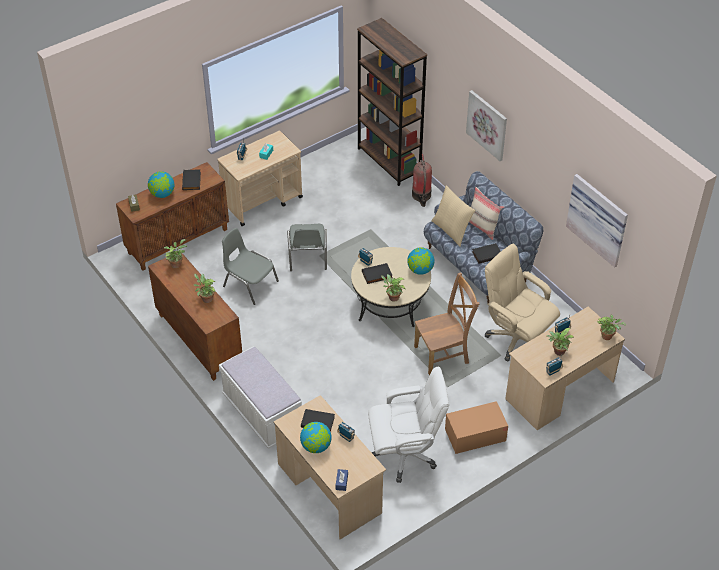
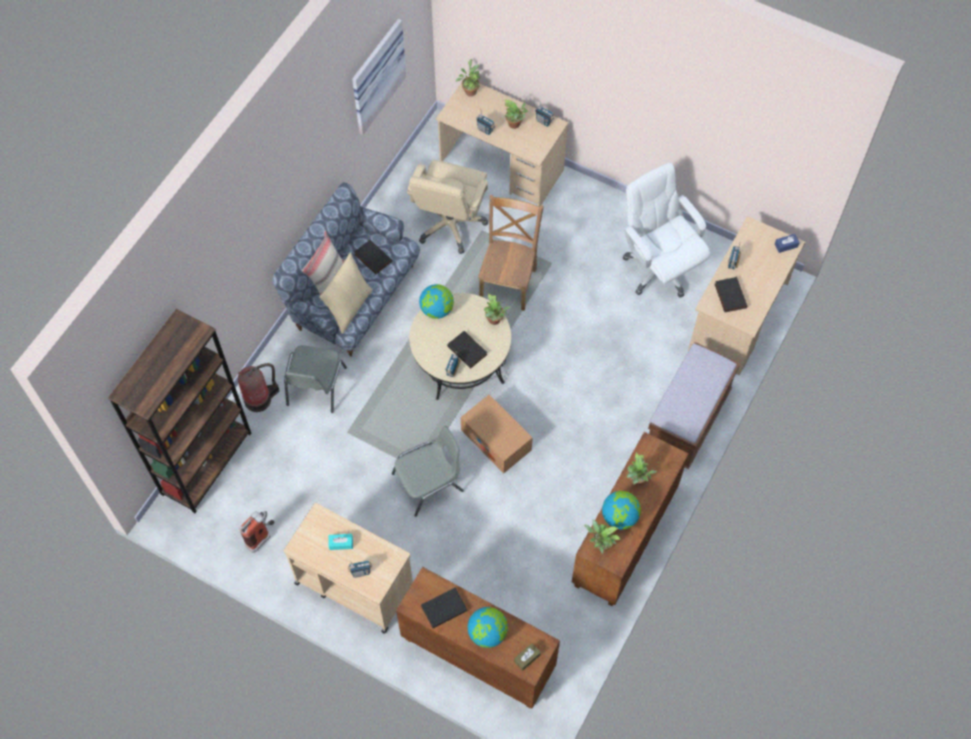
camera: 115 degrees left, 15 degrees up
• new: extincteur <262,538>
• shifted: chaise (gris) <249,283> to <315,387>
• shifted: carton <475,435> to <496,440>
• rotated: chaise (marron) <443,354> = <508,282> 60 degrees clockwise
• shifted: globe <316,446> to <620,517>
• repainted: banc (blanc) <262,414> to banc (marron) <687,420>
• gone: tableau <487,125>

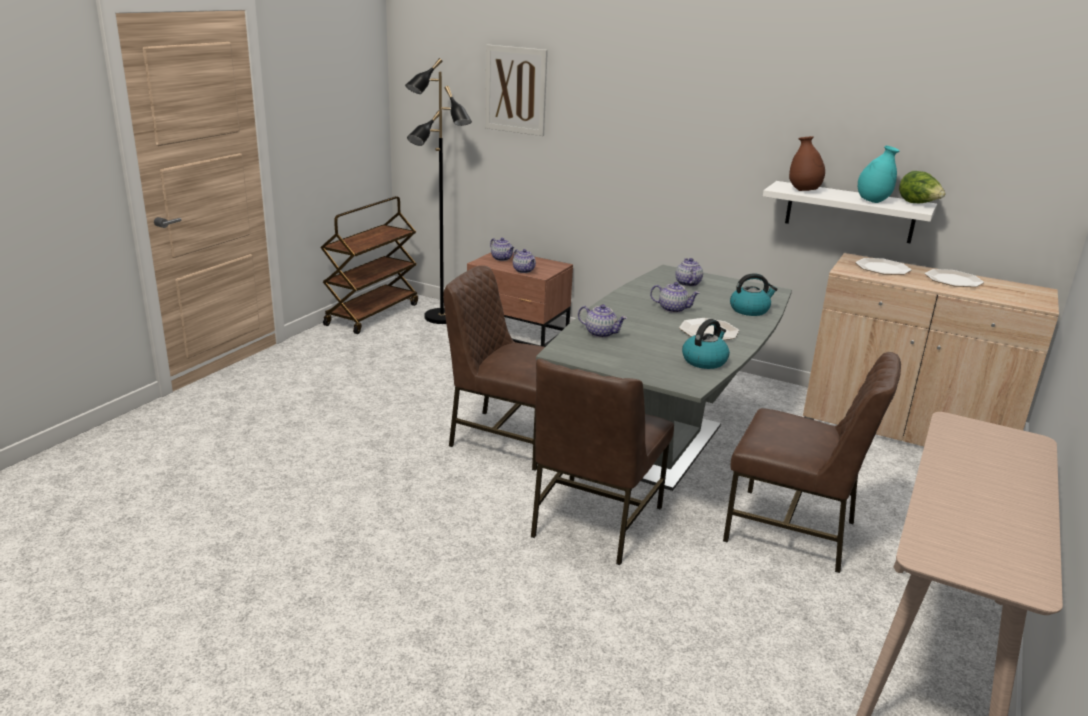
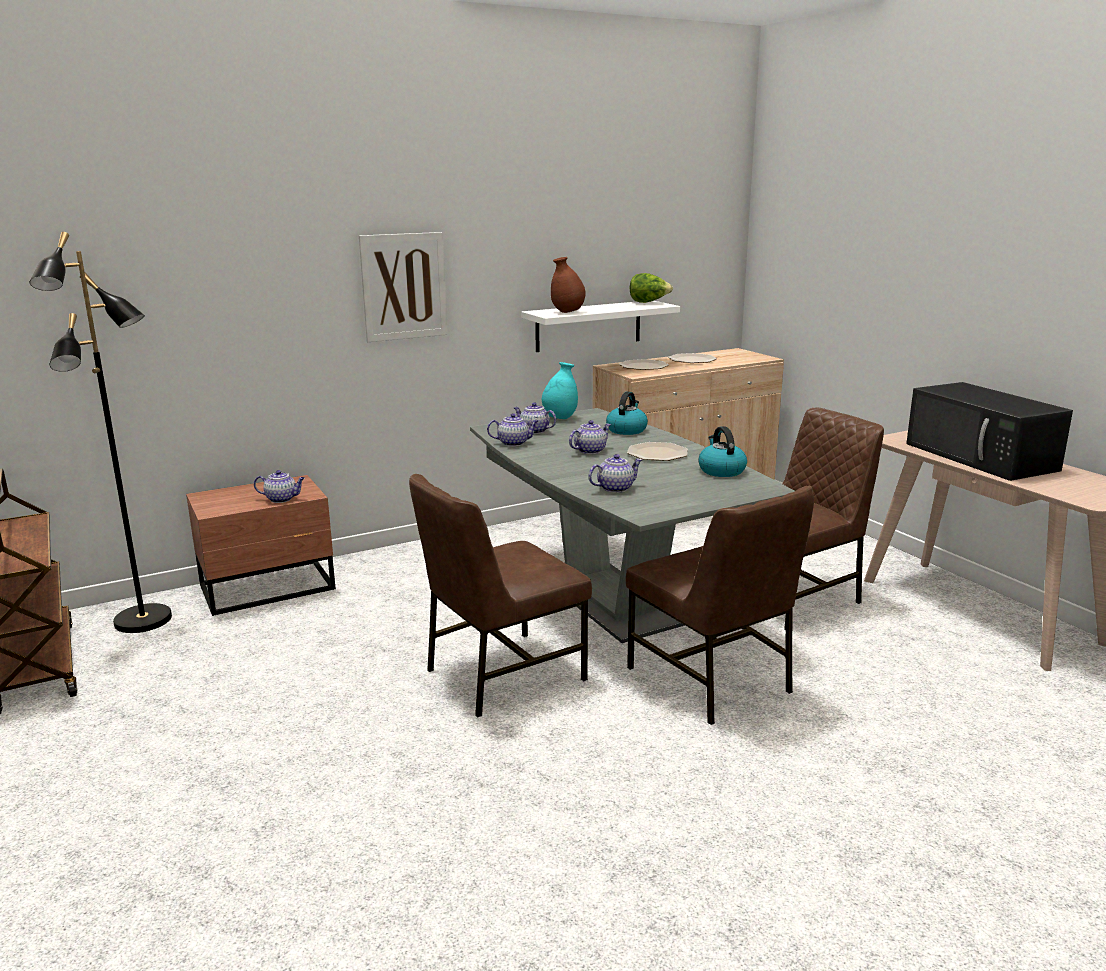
camera: 55 degrees left, 5 degrees down
• shifted: tableau <516,90> to <404,286>
• shifted: théière <502,258> to <514,443>
• shifted: vase (turquoise) <872,201> to <560,418>
• new: micro-ondes (noir) <982,457>

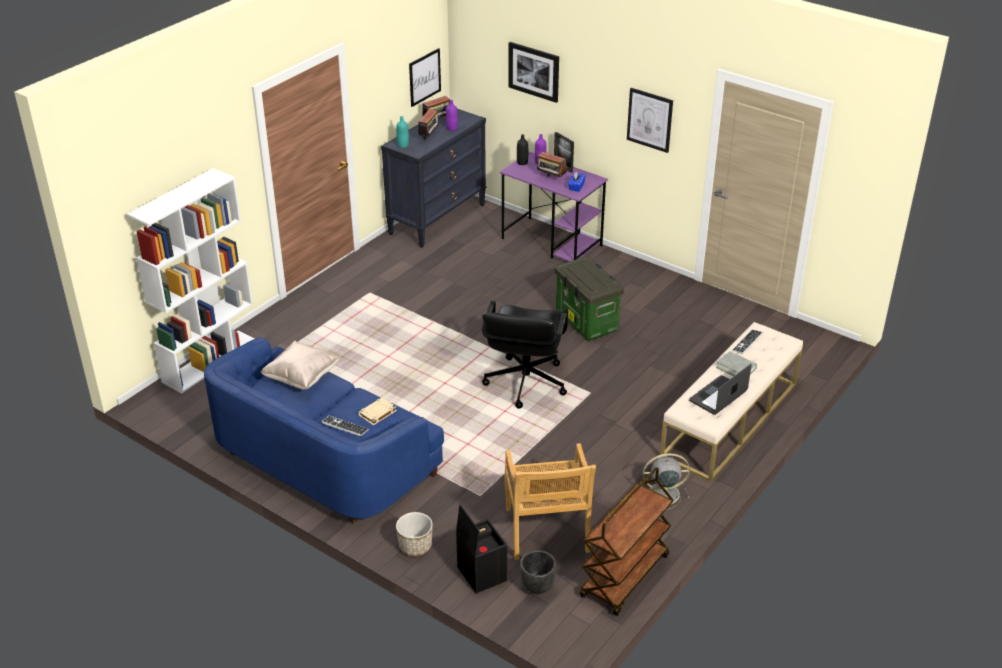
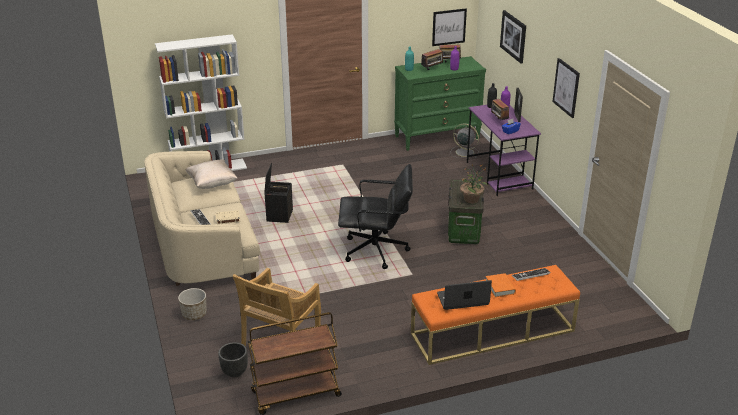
camera: 35 degrees right, 5 degrees down
• repainted: canapé (bleu) <323,459> to canapé (beige) <203,244>
• shifted: boîte de rangement (noir) <480,573> to <279,215>
• rotated: chaise de bureau (noir) <525,382> = <376,251> 135 degrees counterclockwise
• repainted: commode (noir) <437,219> to commode (vert) <437,137>
• repainted: banc (beige) <730,420> to banc (orange) <492,332>
• shifted: ventilateur (gris) <662,494> to <464,152>
• new: plante en pot <471,199>
• repainted: livre (gris) <736,368> to livre (orange) <500,287>

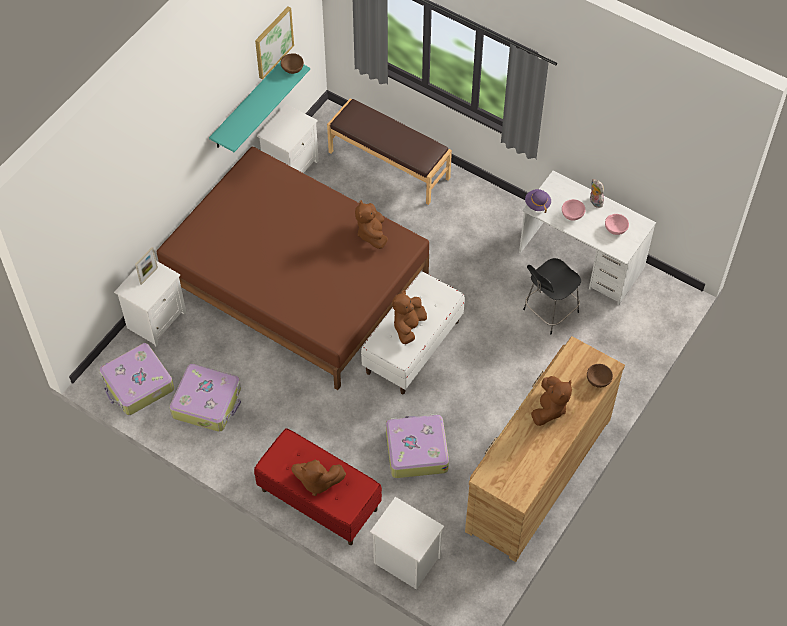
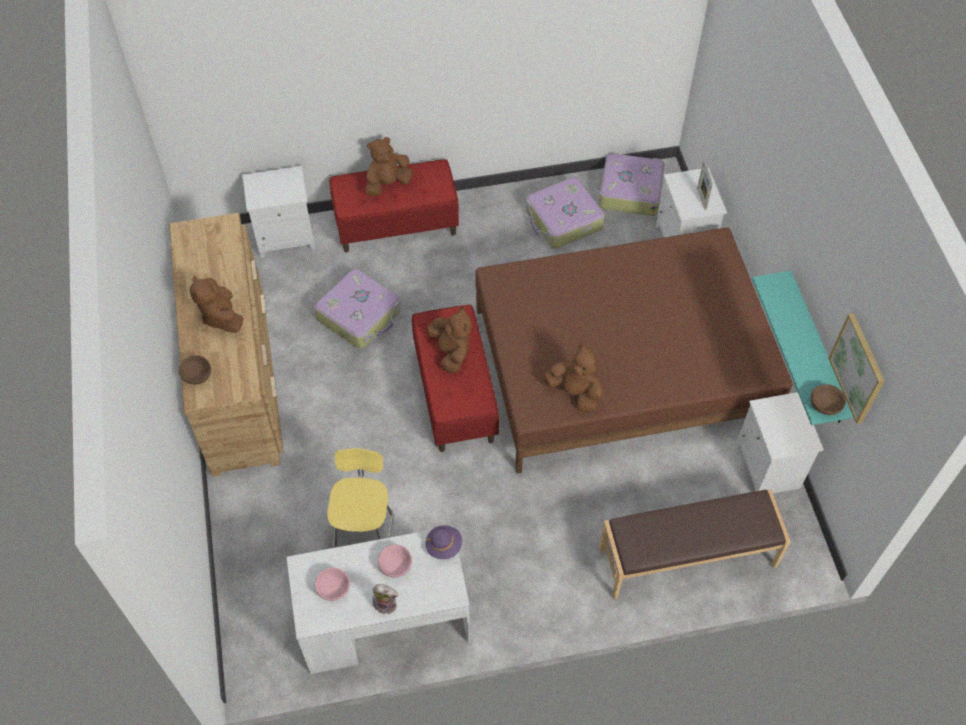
camera: 135 degrees right, 0 degrees up
• repainted: tabouret (noir) <549,312> to tabouret (jaune) <364,535>
• repainted: banc (blanc) <412,346> to banc (rouge) <455,394>

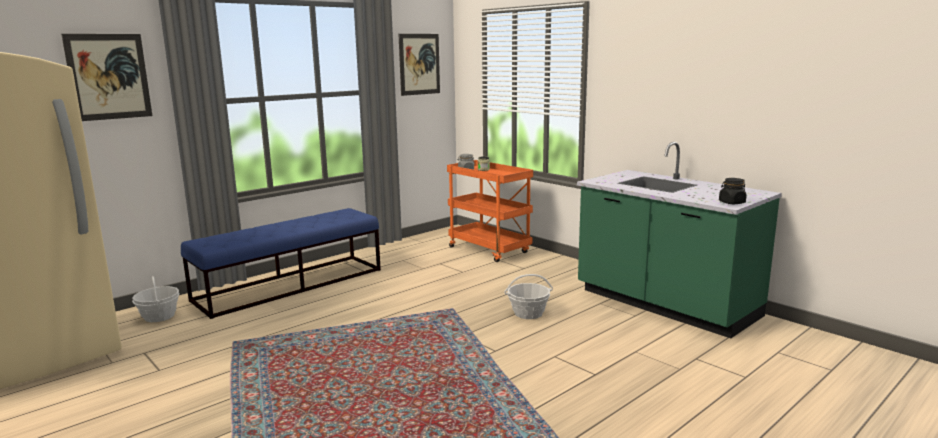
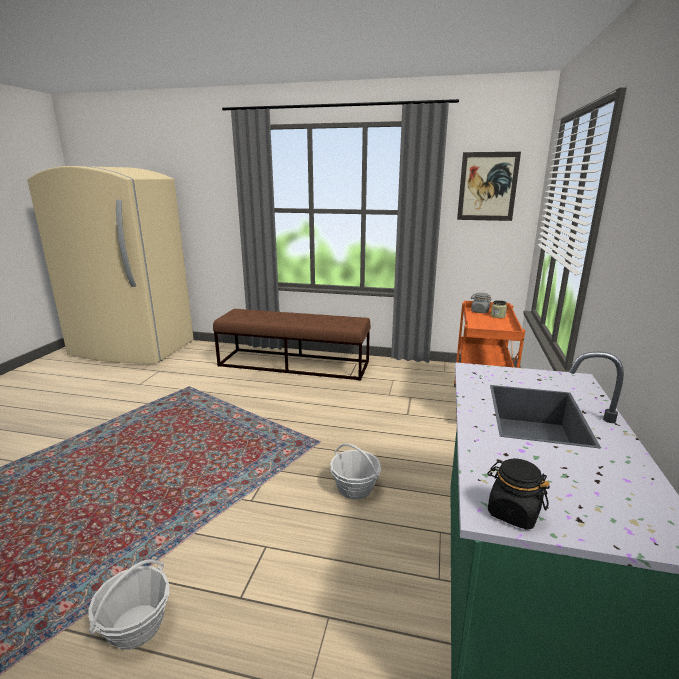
camera: 55 degrees right, 5 degrees up
• shifted: panier <159,316> to <136,626>
• repainted: banc (bleu) <291,284> to banc (marron) <294,364>
• gone: tableau <109,77>

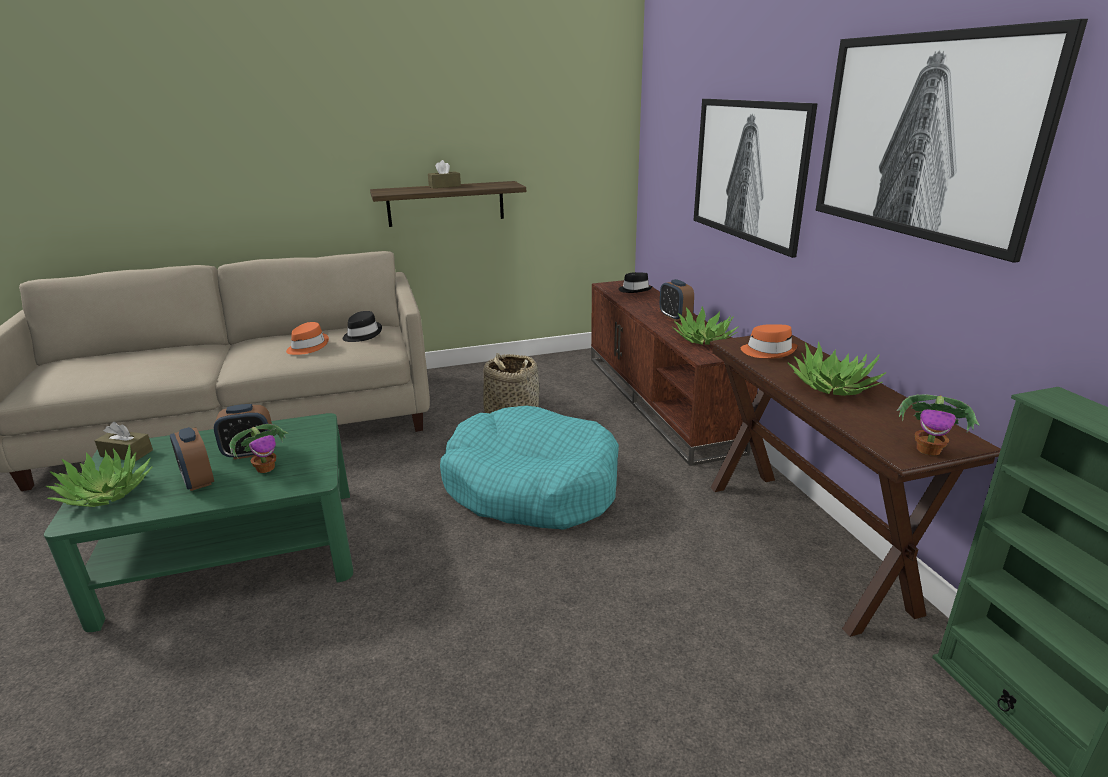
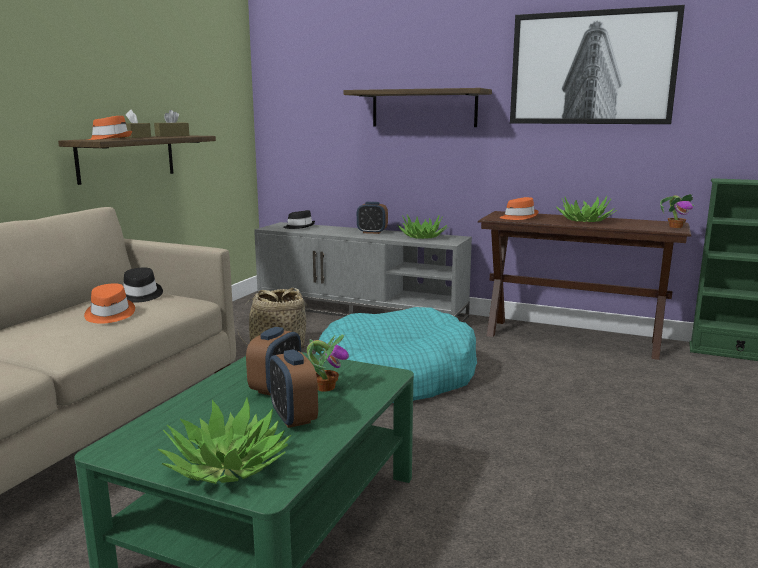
camera: 50 degrees left, 10 degrees down
• new: chapeau (orange) <110,139>
• shifted: boîte à mouchoirs (marron) <126,453> to <172,136>
• repainted: meuble télé (marron) <660,401> to meuble télé (gris) <362,310>
• rotated: réveil <198,481> = <293,417> 60 degrees clockwise
• swapped: tableau <747,171> to étagère <424,108>

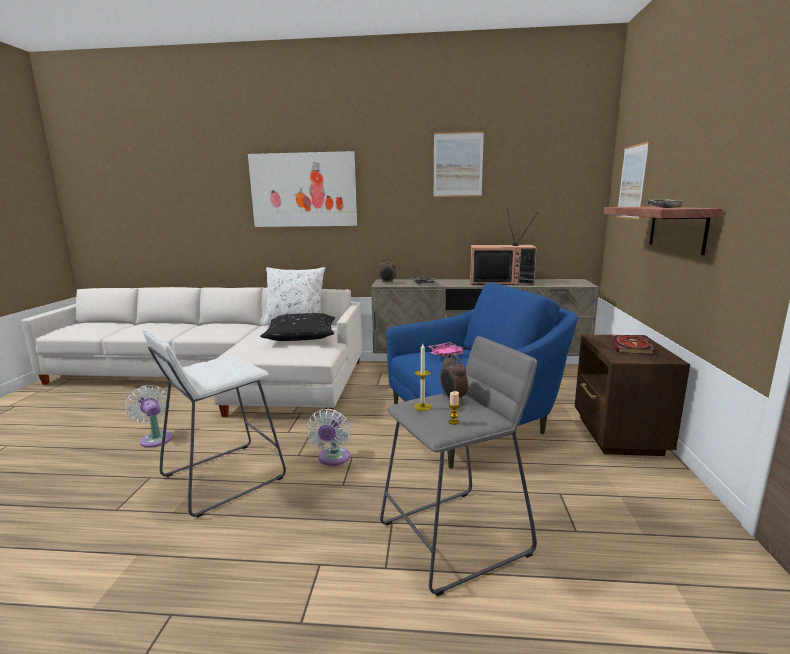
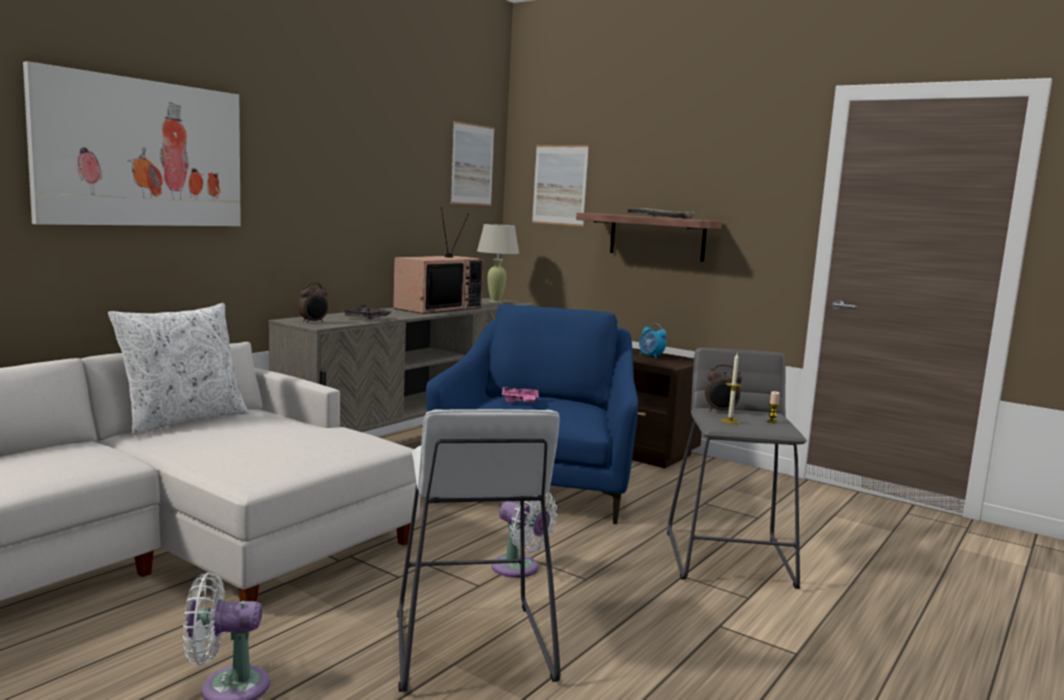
camera: 60 degrees left, 5 degrees down
• shifted: tableau <458,165> to <472,164>
• new: lampe de table (beige) <495,301>
• swapped: livre <632,347> to réveil <651,357>
• gone: coussin (noir) <301,336>

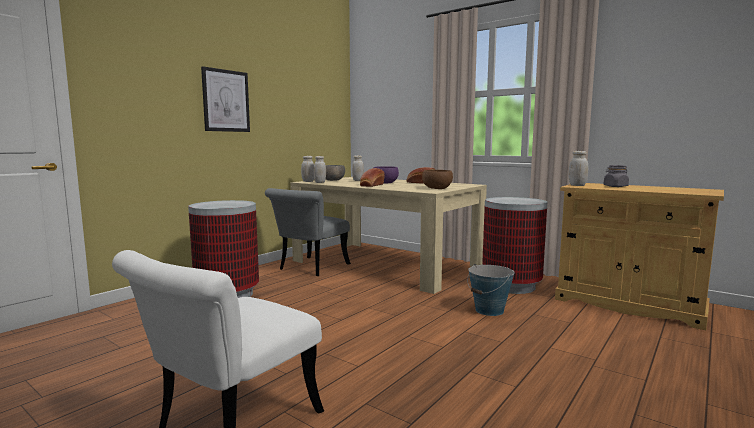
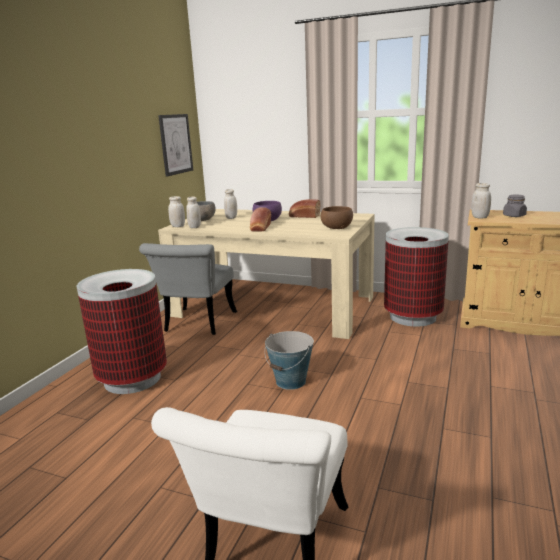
camera: 15 degrees left, 10 degrees up
• shifted: tableau <226,101> to <175,144>
• shifted: seau <489,310> to <291,381>

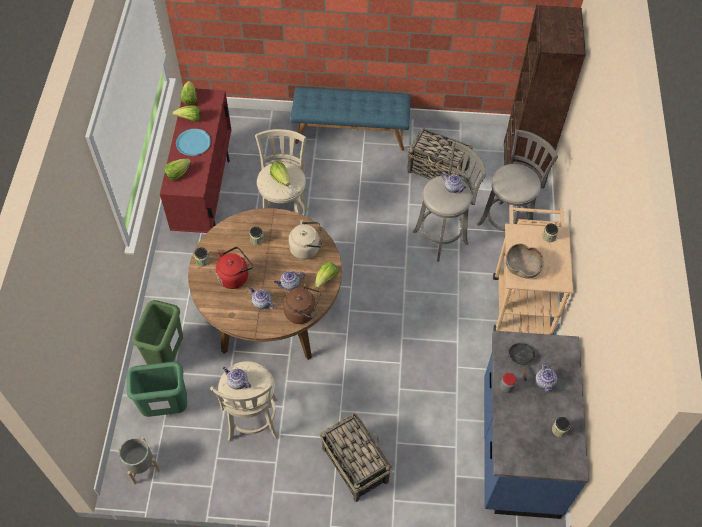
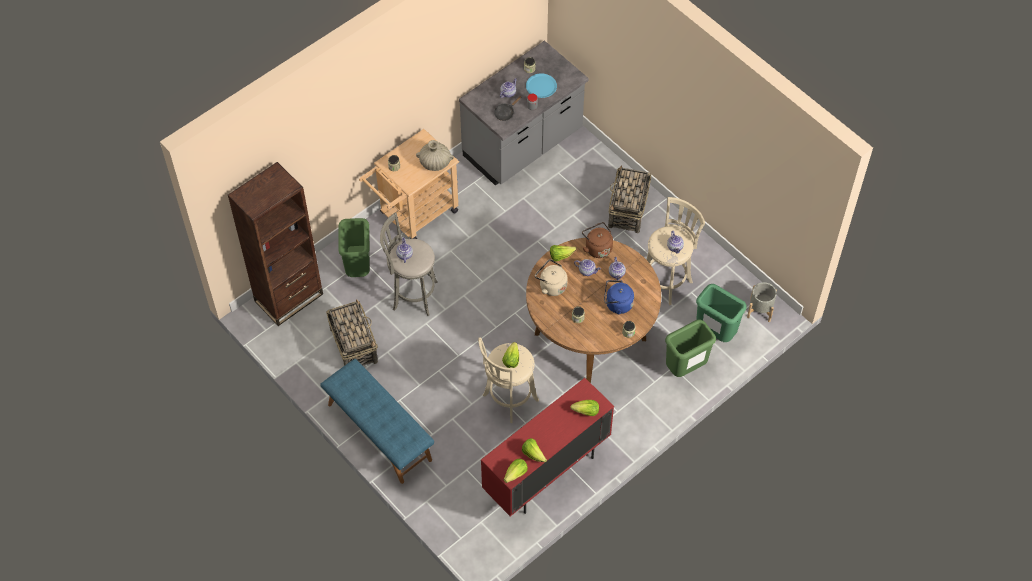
camera: 135 degrees left, 0 degrees up
• swapped: tabouret (gris) <507,223> to poubelle (vert) <357,267>
• swapped: bol (marron) <522,267> to vase (beige) <435,163>
• repainted: comptoir de cuisine (bleu) <517,448> to comptoir de cuisine (gris) <523,145>
• shifted: assiette (bleu) <193,143> to <541,86>
• repainted: bouilloire (rouge) <235,276> to bouilloire (bleu) <617,304>

